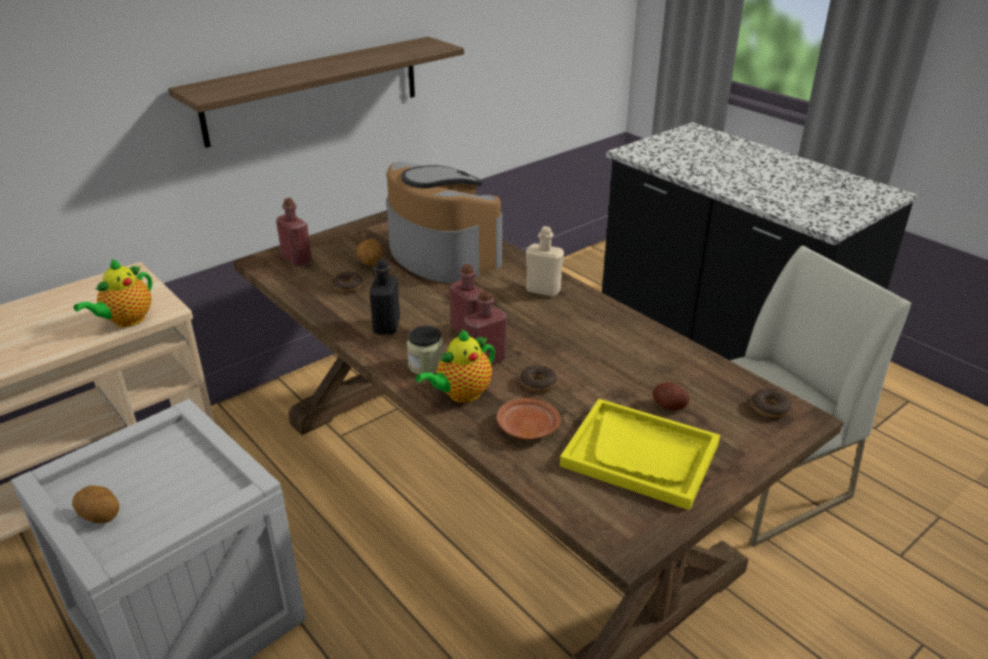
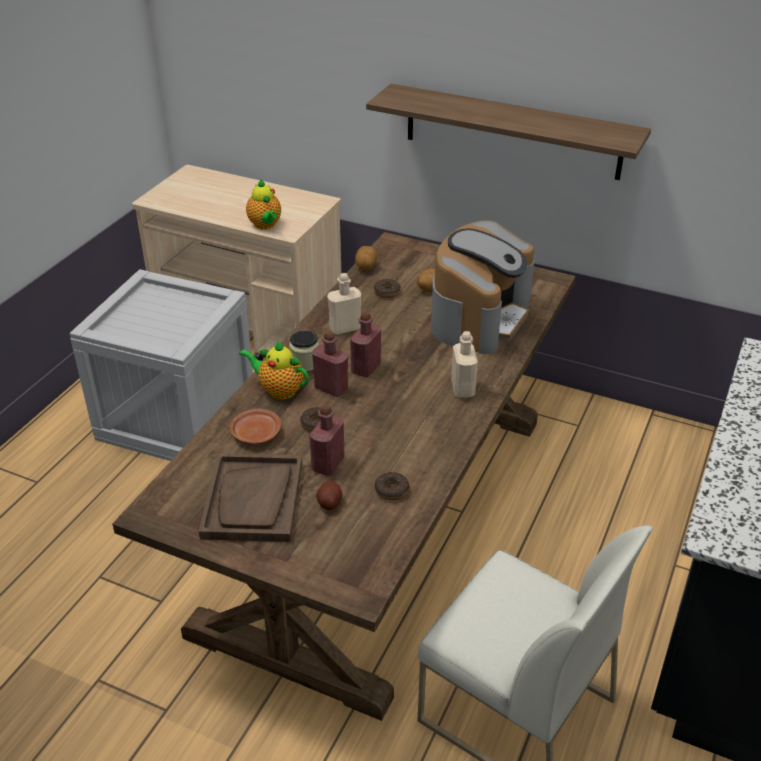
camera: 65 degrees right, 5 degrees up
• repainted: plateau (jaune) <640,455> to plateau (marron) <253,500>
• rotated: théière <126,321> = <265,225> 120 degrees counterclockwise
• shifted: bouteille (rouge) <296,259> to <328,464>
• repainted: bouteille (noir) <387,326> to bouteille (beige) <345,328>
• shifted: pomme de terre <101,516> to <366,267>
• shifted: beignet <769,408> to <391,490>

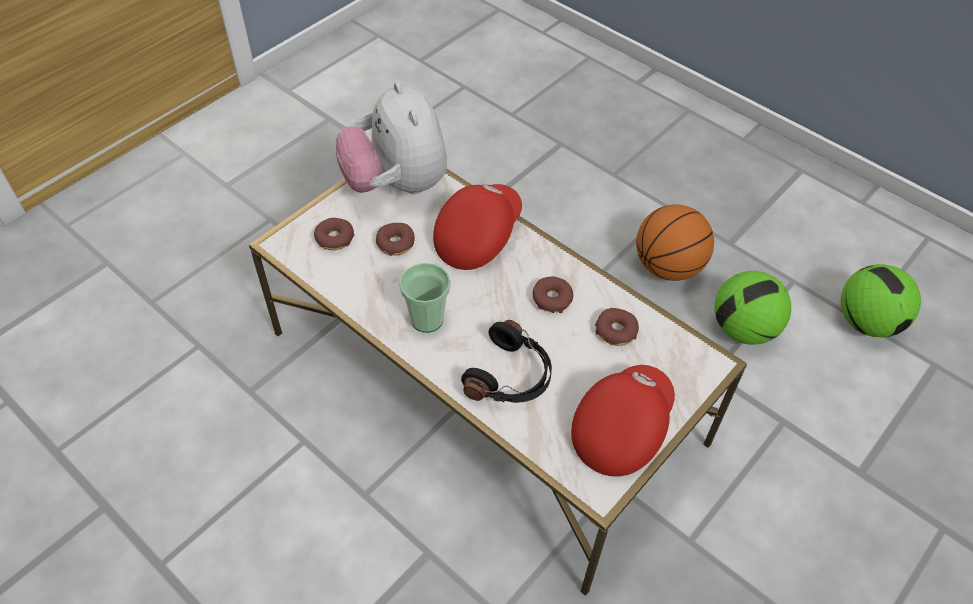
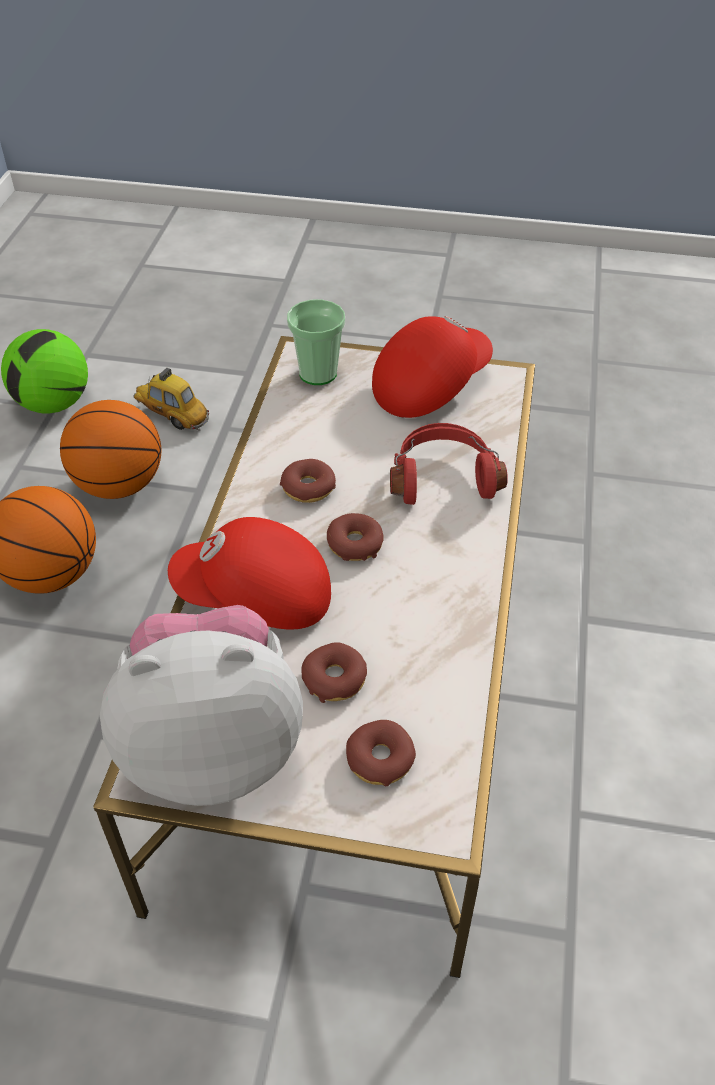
camera: 120 degrees left, 5 degrees down
• swapped: ballon de foot <742,329> to ballon de basket <119,485>
• rotated: peluche <396,184> = <213,746> 135 degrees counterclockwise
• new: petite voiture <172,416>
• shifted: tasse <427,319> to <318,373>
• shifted: beignet <616,331> to <355,544>
• rotated: casquette (rouge) <620,428> = <429,385> 135 degrees clockwise
• repainted: casque audio (noir) <511,377> to casque audio (rouge) <442,476>

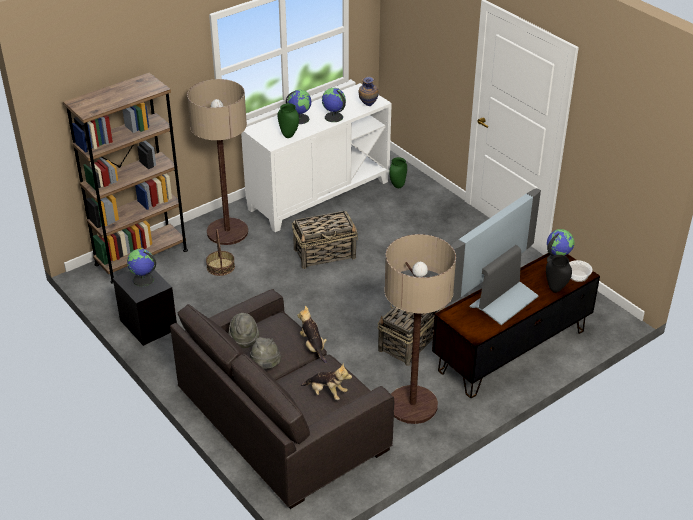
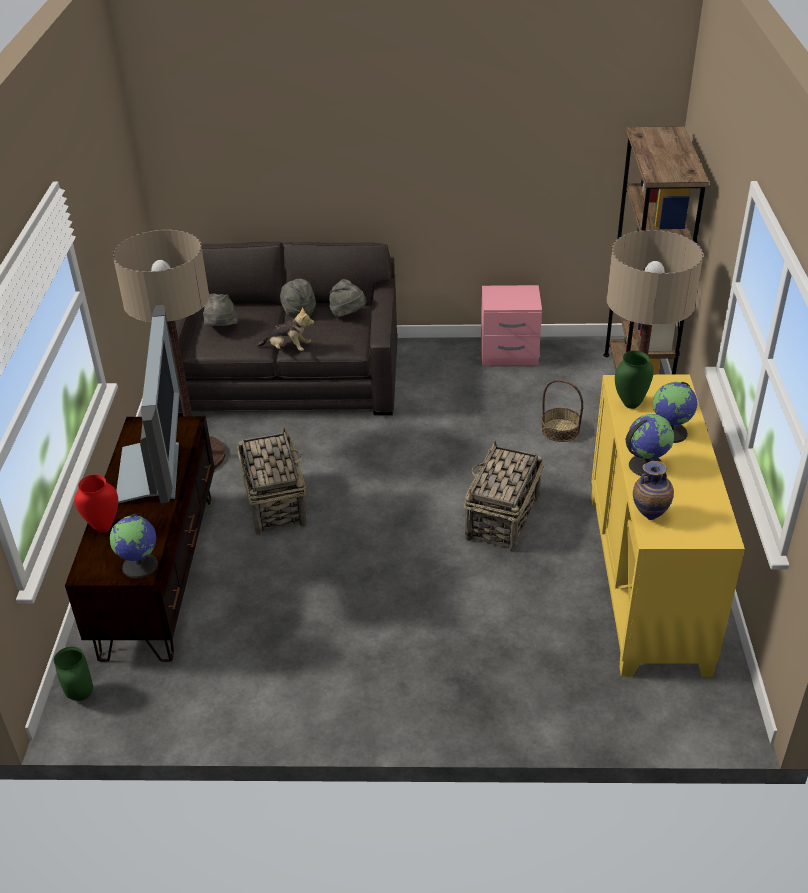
camera: 130 degrees right, 0 degrees up
• shifted: vase (vert) <397,186> to <81,695>
• repainted: vase (noir) <555,289> to vase (rouge) <103,526>
• swapped: peluche <326,393> to chapeau (gris) <221,328>
• repainted: table de chevet (noir) <149,324> to table de chevet (rose) <509,354>
• repainted: meuble de rangement (blanc) <318,195> to meuble de rangement (jaune) <648,580>
• gone: globe <143,280>
• gone: bol <577,275>

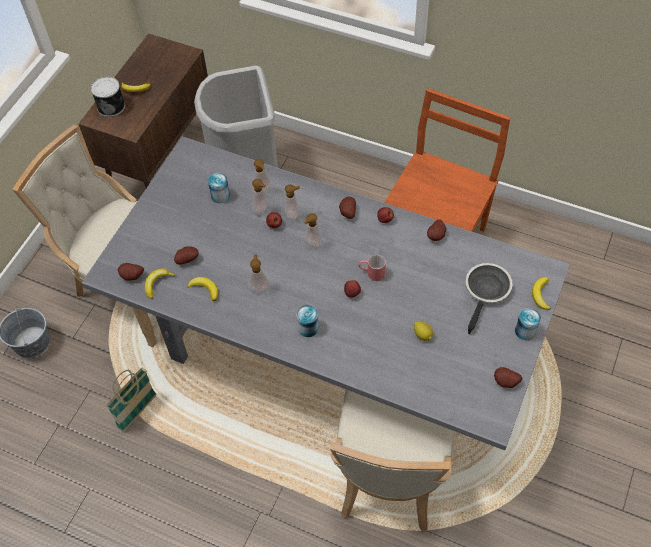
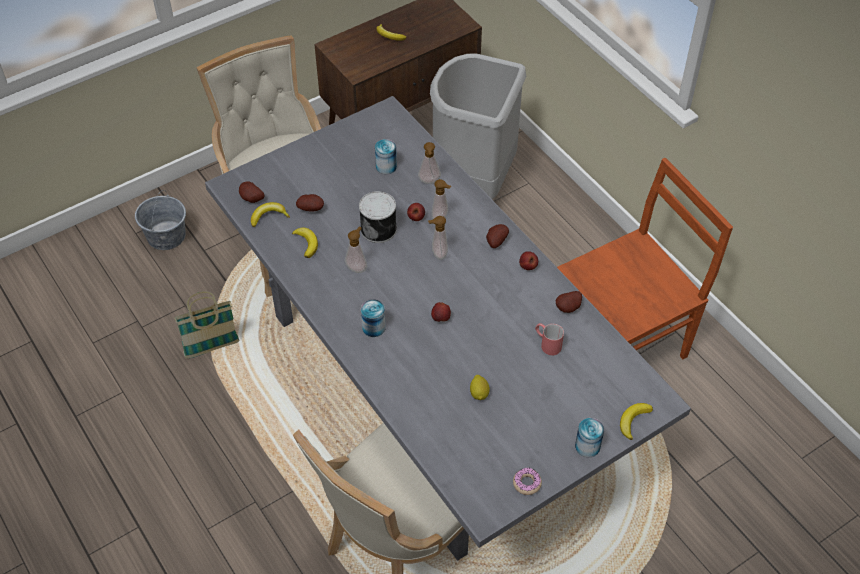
camera: 30 degrees right, 5 degrees down
• shifted: boîte métallique <111,106> to <379,228>
• swapped: pomme de terre <505,383> to beignet <527,483>
• shifted: mug (rouge) <371,273> to <547,344>
• gone: distributeur de savon <262,210>
• gone: poêle <486,292>

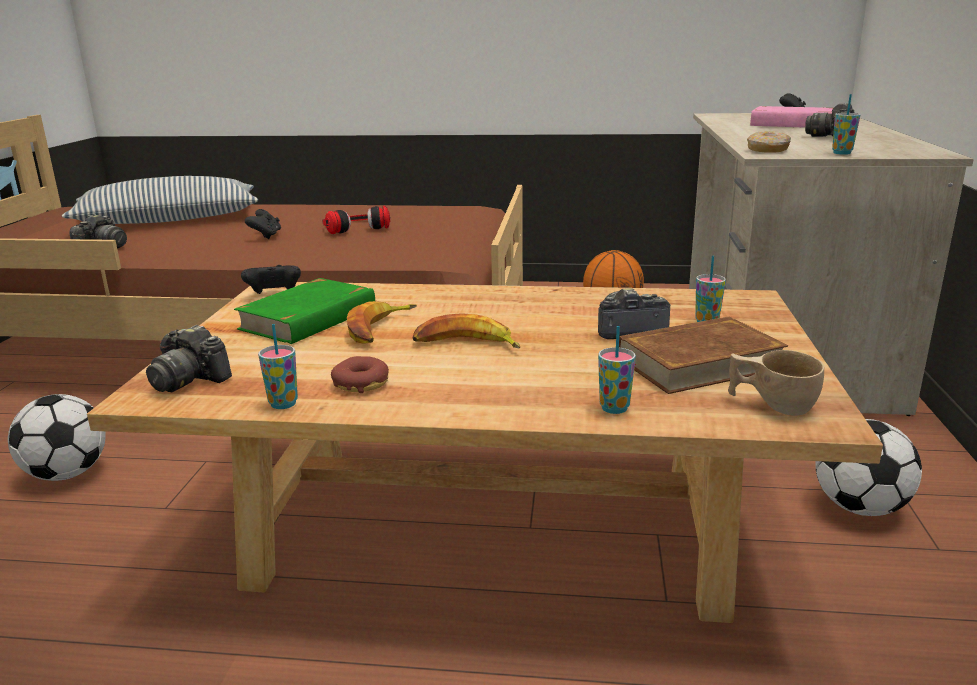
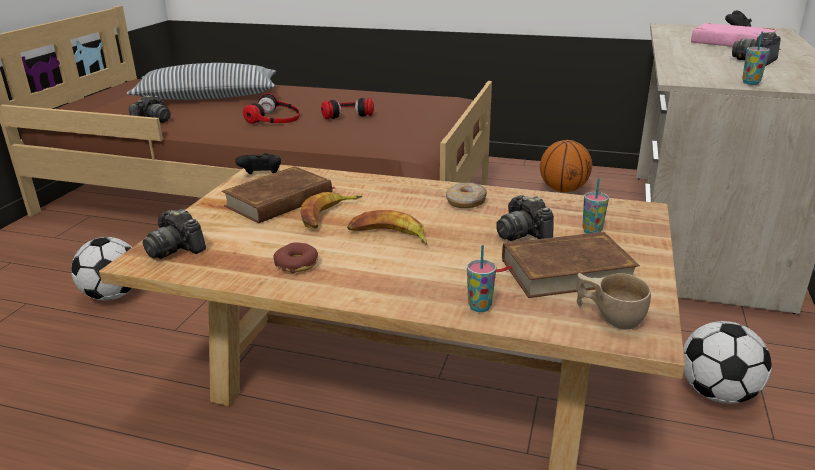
camera: 10 degrees right, 5 degrees up
• repainted: livre (vert) <309,319> to livre (marron) <280,201>
• swapped: manette (noir) <266,236> to casque audio <275,118>
• shifted: beignet <767,150> to <466,202>
• rotated: appareil photo <628,330> = <522,233> 120 degrees counterclockwise
• gone: tasse <283,404>

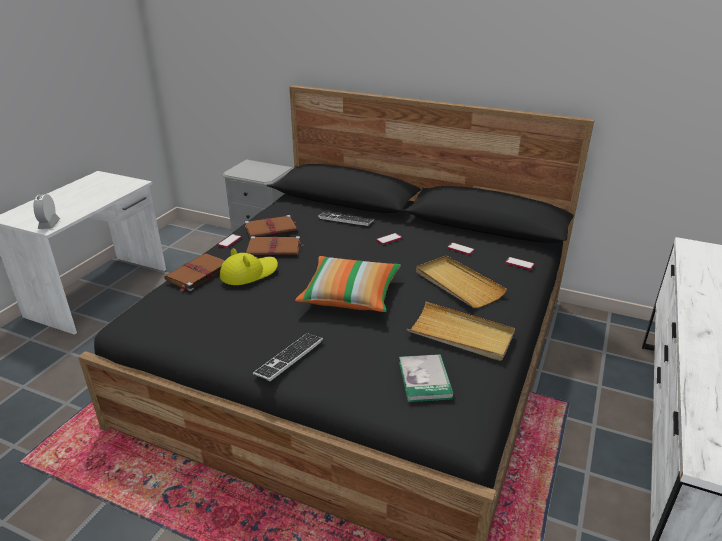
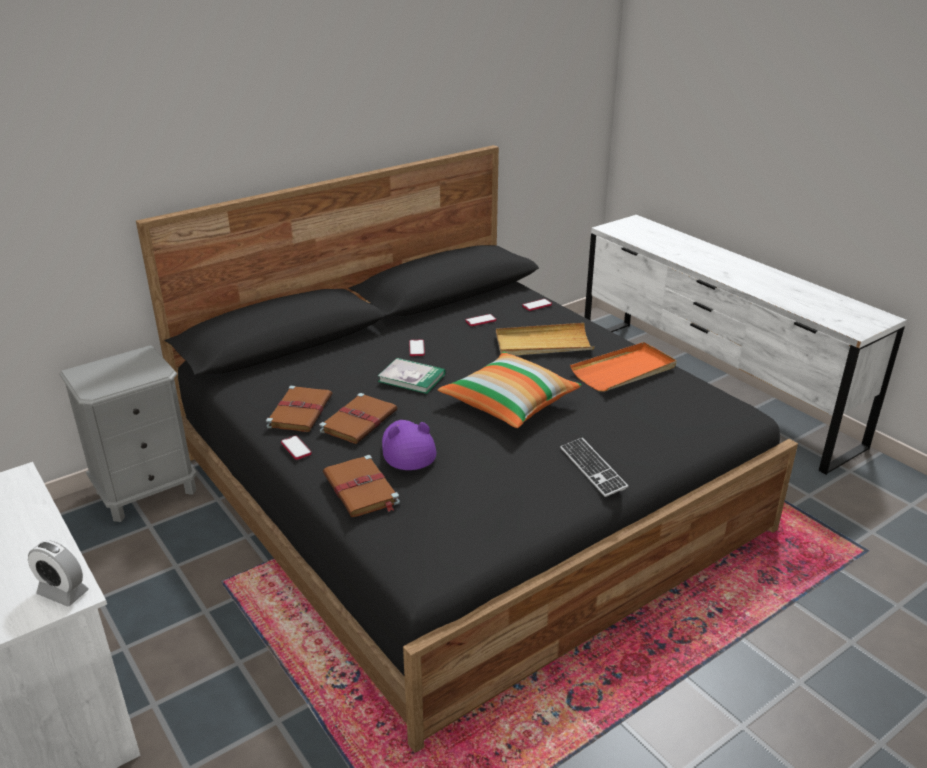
camera: 60 degrees left, 0 degrees up
• shifted: livre <425,380> to <411,378>
• repainted: chapeau (jaune) <249,273> to chapeau (violet) <407,449>
• repainted: plateau (beige) <461,334> to plateau (orange) <624,371>
• gone: clavier <345,220>

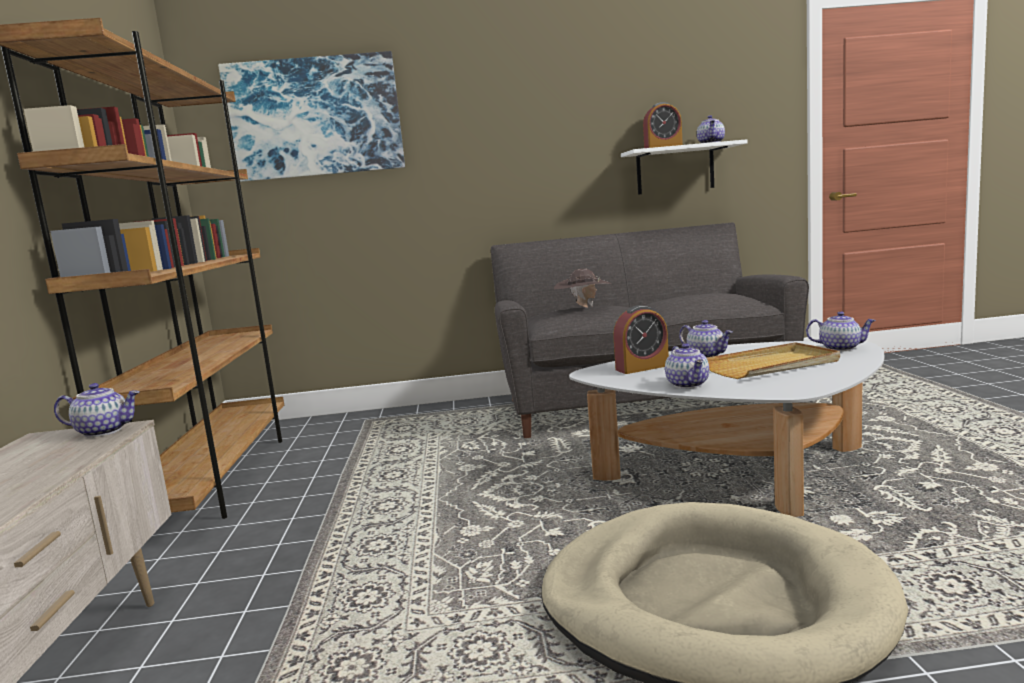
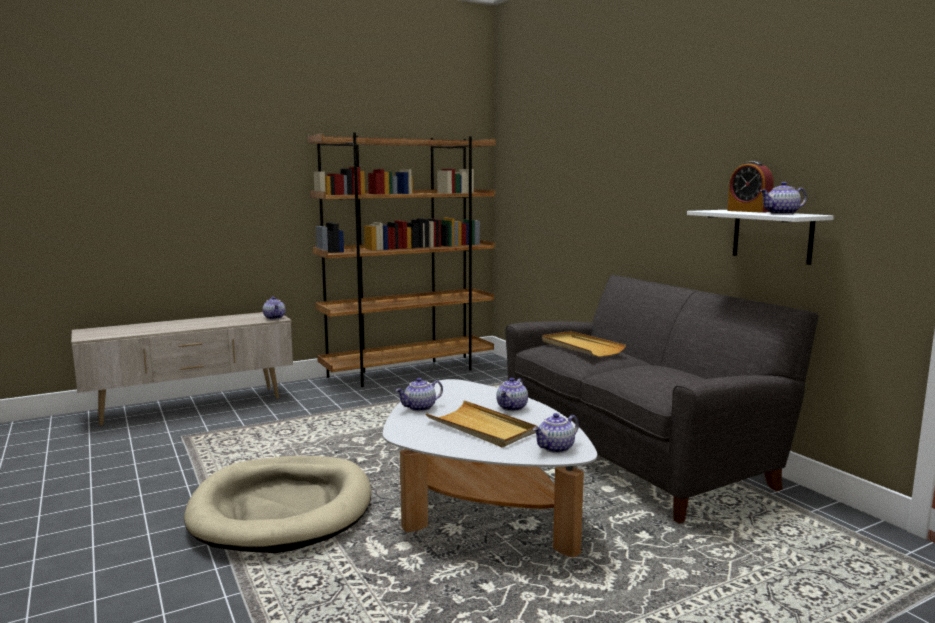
camera: 65 degrees right, 0 degrees up
• rotated: théière <840,348> = <556,448> 60 degrees clockwise
• swapped: chapeau (marron) <584,308> to plateau (beige) <581,347>
• gone: tableau <315,117>
• gone: réveil <642,367>

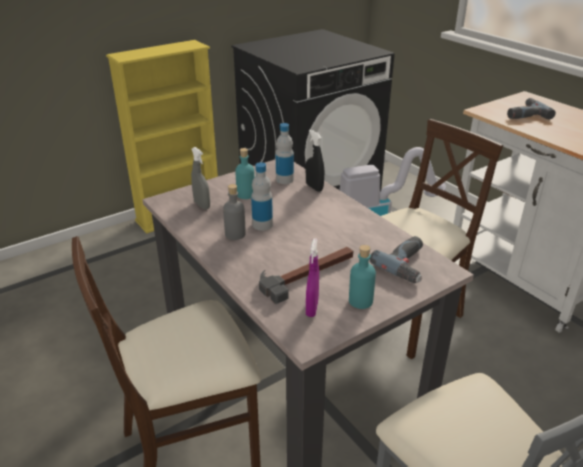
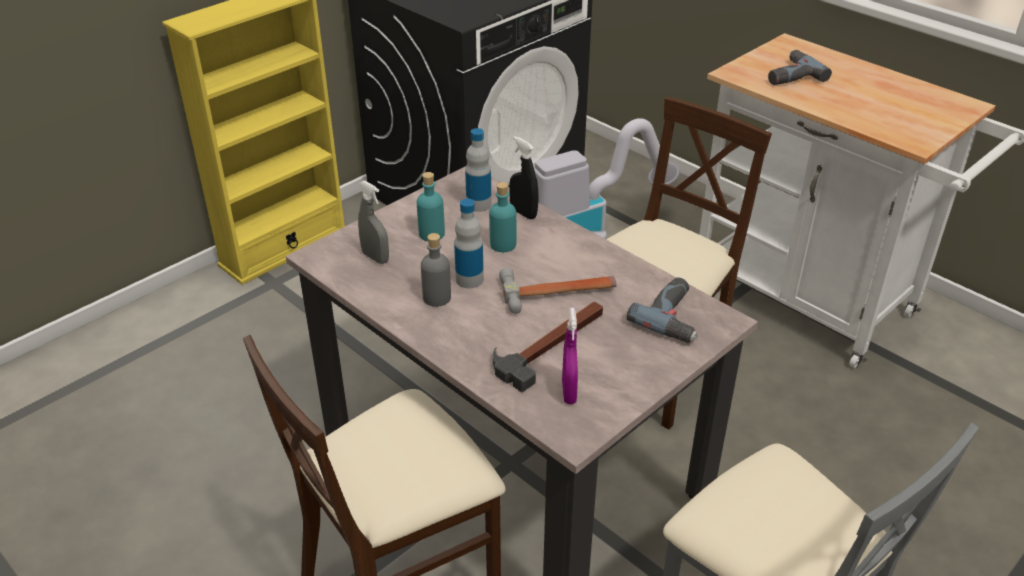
camera: 10 degrees left, 5 degrees up
• shifted: bouteille (turquoise) <360,301> to <503,244>
• new: marteau <559,292>

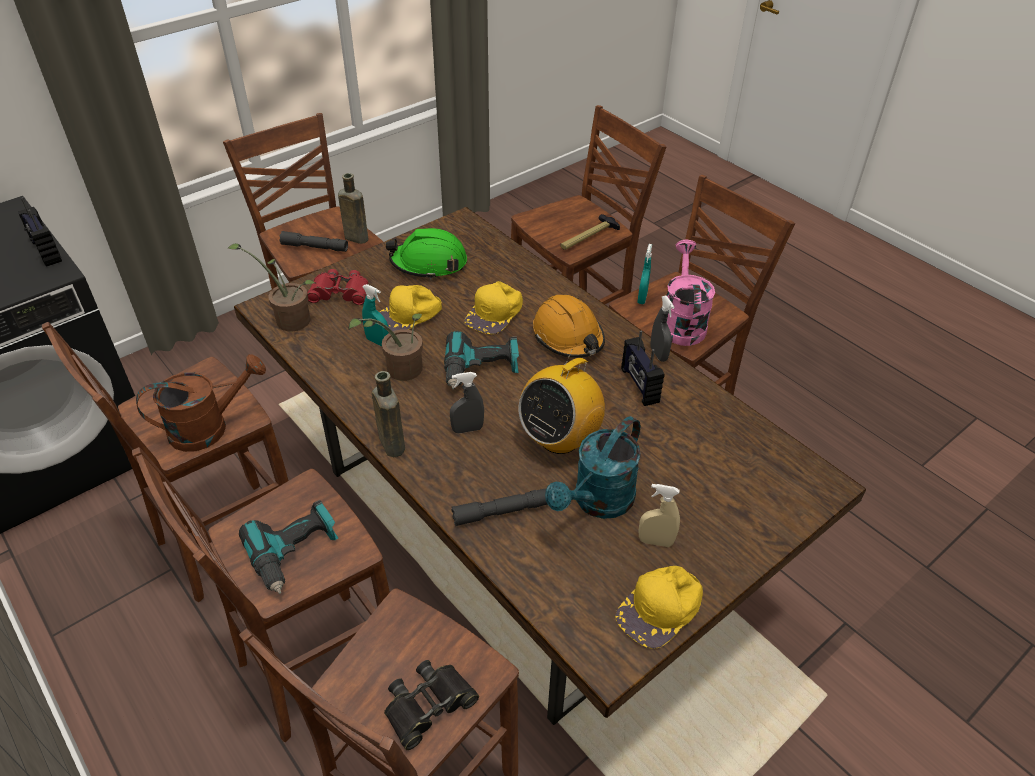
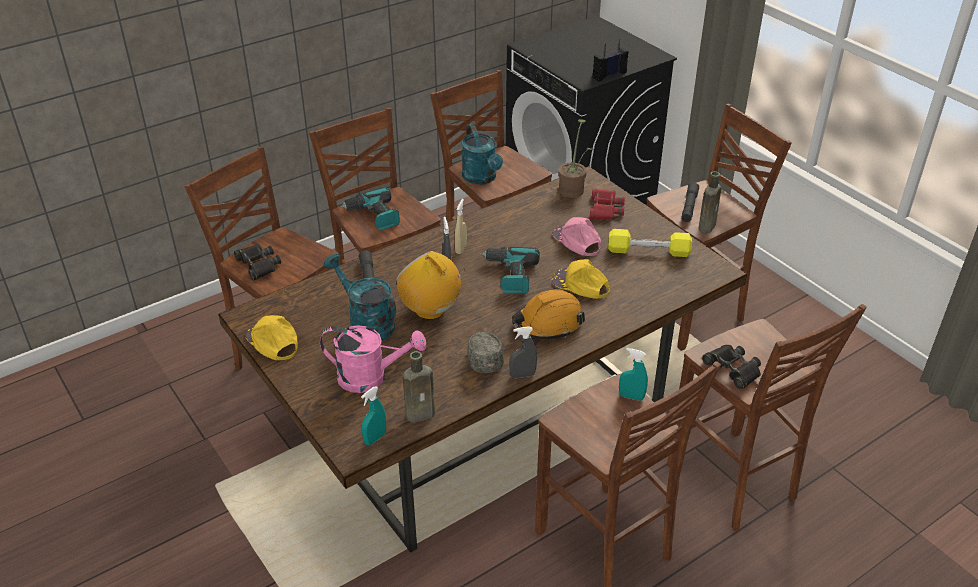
camera: 95 degrees right, 5 degrees down
• shifted: arrosoir (rose) <681,322> to <371,377>
• shifted: vaporisateur (turquoise) <378,341> to <375,438>
• shifted: bouteille (marron) <391,443> to <422,414>
• shifted: vaporisateur (beige) <655,541> to <461,248>
• repainted: arrosoir (marron) <209,427> to arrosoir (turquoise) <482,178>
• swapped: radio <639,385> to casquette (gris) <483,358>
• repainted: casquette (jaune) <409,315> to casquette (rose) <577,241>
• swapped: casque de chantier (vert) <429,263> to haltère (jaune) <648,251>
• swapped: marteau <588,238> to jumelles (noir) <733,369>
• gone: plante en pot <399,370>

